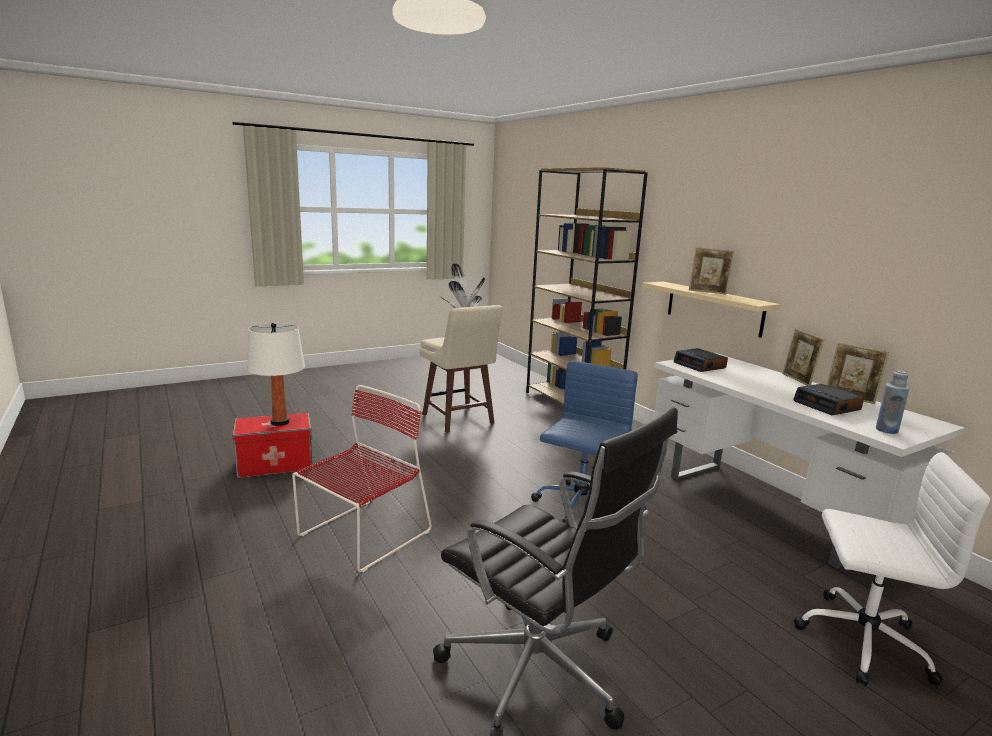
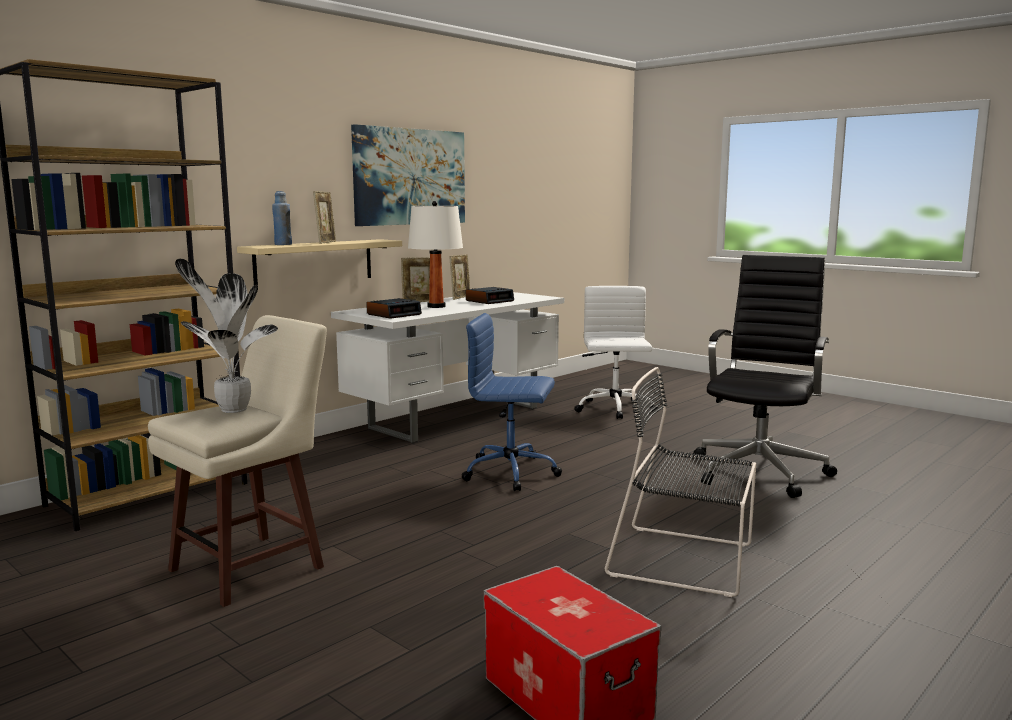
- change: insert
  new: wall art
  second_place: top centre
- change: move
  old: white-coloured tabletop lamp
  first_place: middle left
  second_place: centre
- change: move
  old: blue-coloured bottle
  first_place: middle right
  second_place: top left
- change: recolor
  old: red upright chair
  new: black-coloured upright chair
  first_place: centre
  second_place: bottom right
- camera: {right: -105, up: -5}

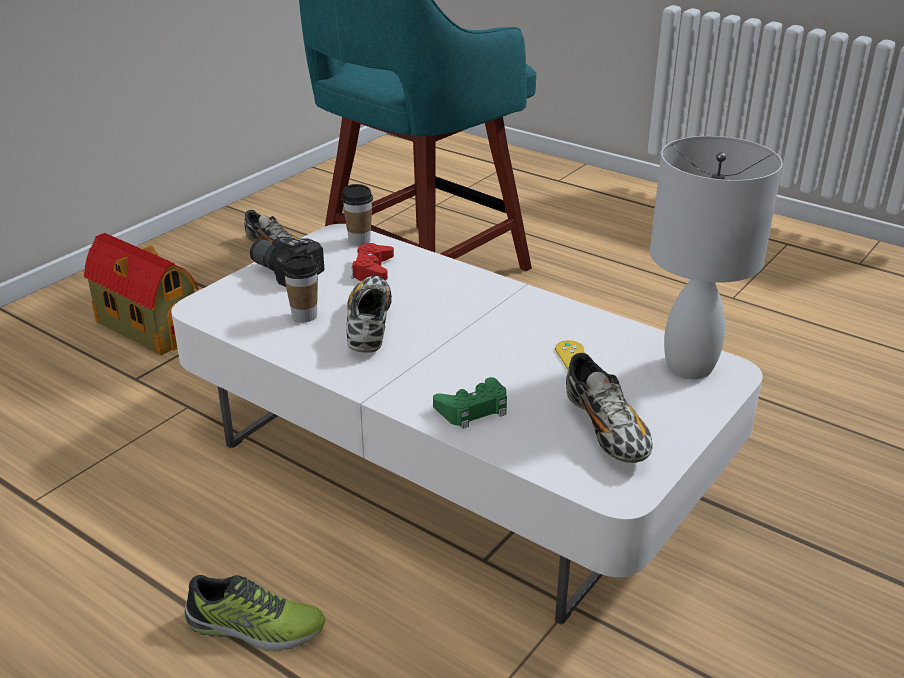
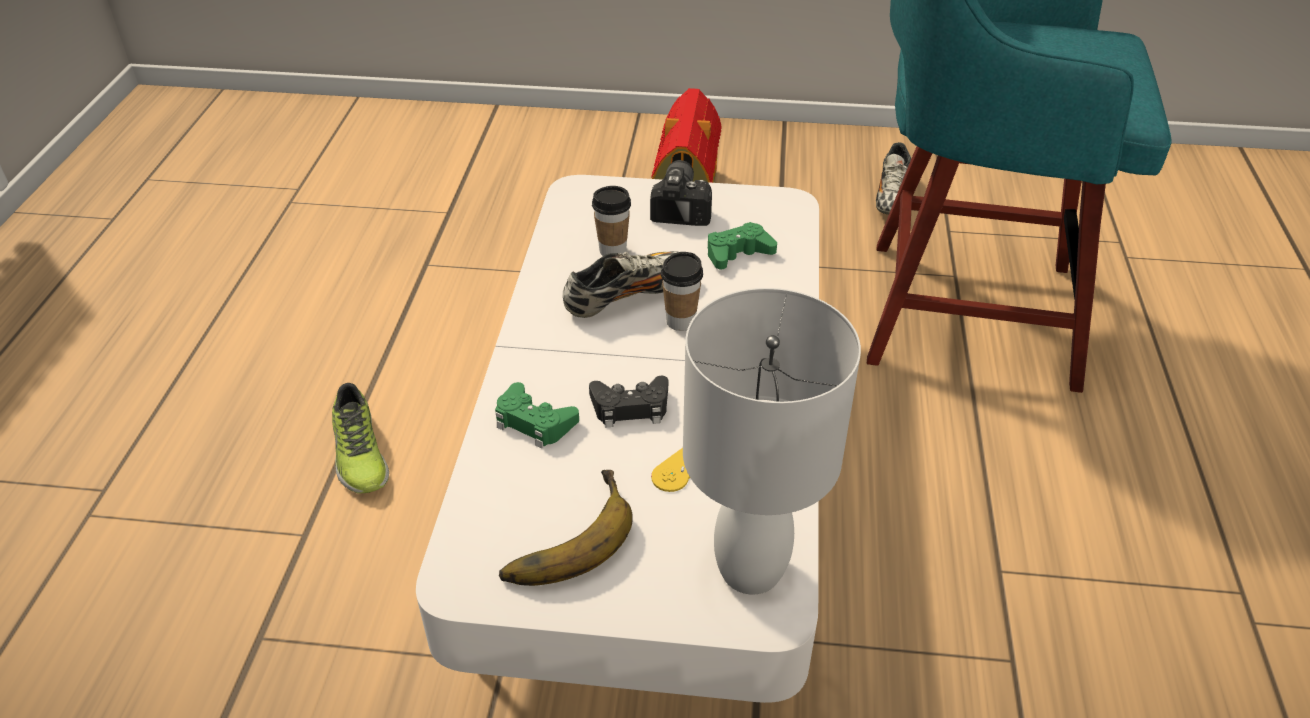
- change: insert
  new: black-coloured gamepad
  second_place: centre
- change: move
  old: cup (2nd from left)
  first_place: top centre
  second_place: centre
- change: replace
  old: item of footwear (4th from left)
  new: whole banana
  first_place: middle right
  second_place: bottom centre
- change: recolor
  old: red gamepad
  new: green-coloured gamepad (2nd from left)
  first_place: centre
  second_place: centre
- camera: {right: 60, up: 10}

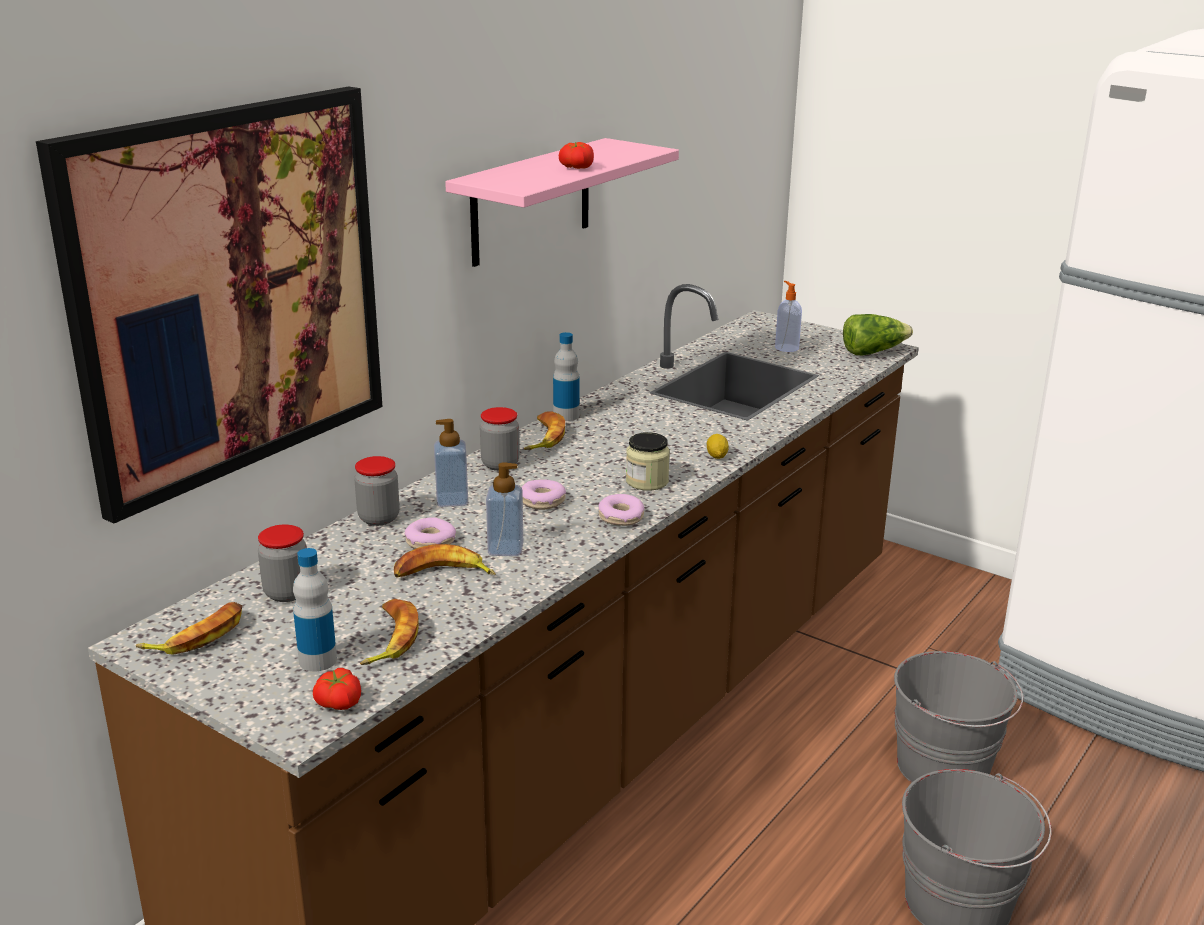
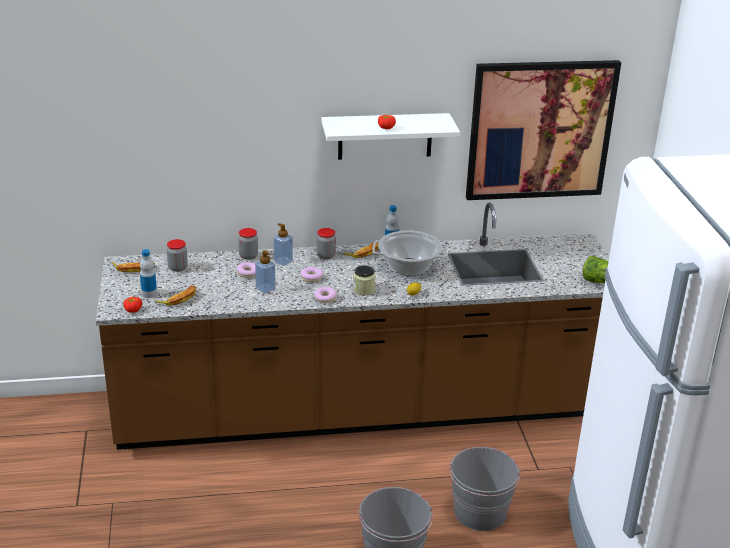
- change: delete
  old: whole banana (3rd from left)
  first_place: centre
- change: delete
  old: soap dispenser (3rd from left)
  first_place: centre
- change: insert
  new: saucepot
  second_place: centre
- change: move
  old: wall art
  first_place: top left
  second_place: top right
- change: recolor
  old: pink bracket shelf
  new: white-coloured bracket shelf
  first_place: top centre
  second_place: top centre
- camera: {right: 45, up: 5}

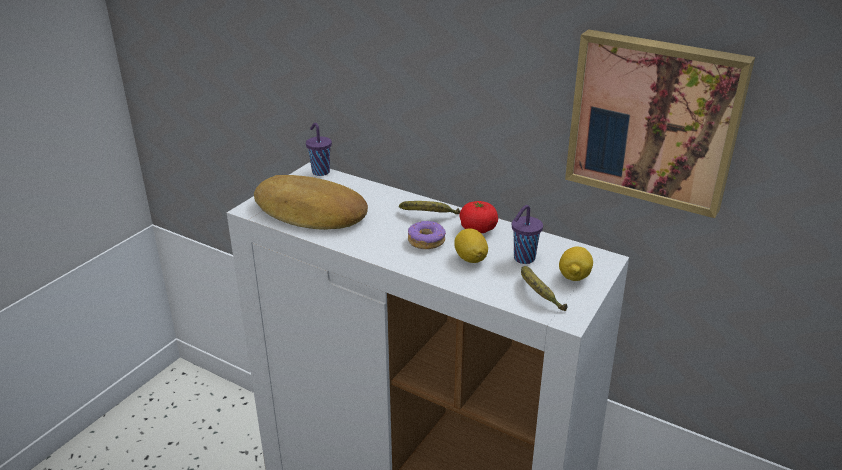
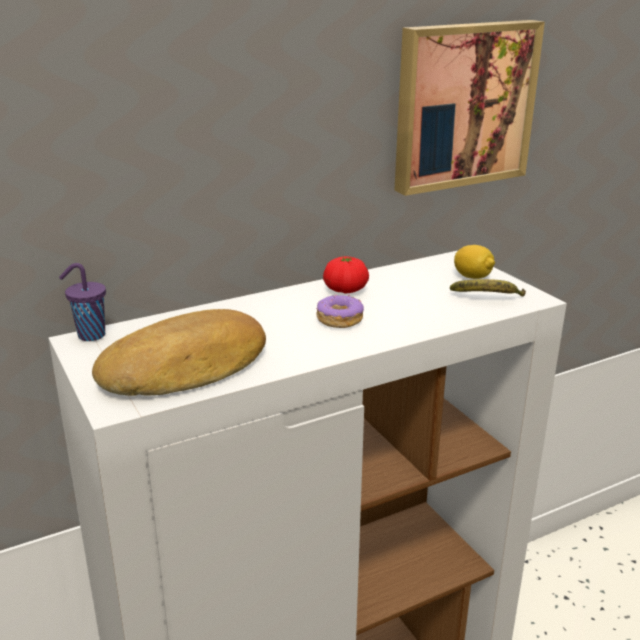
- change: delete
  old: whole banana (1st from left)
  first_place: centre
- change: delete
  old: citrus fruit (1st from left)
  first_place: centre
- change: delete
  old: purplish cup (2nd from left)
  first_place: centre
- camera: {right: -60, up: -5}

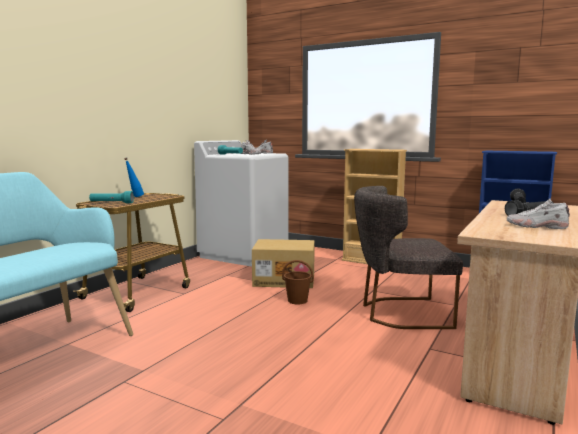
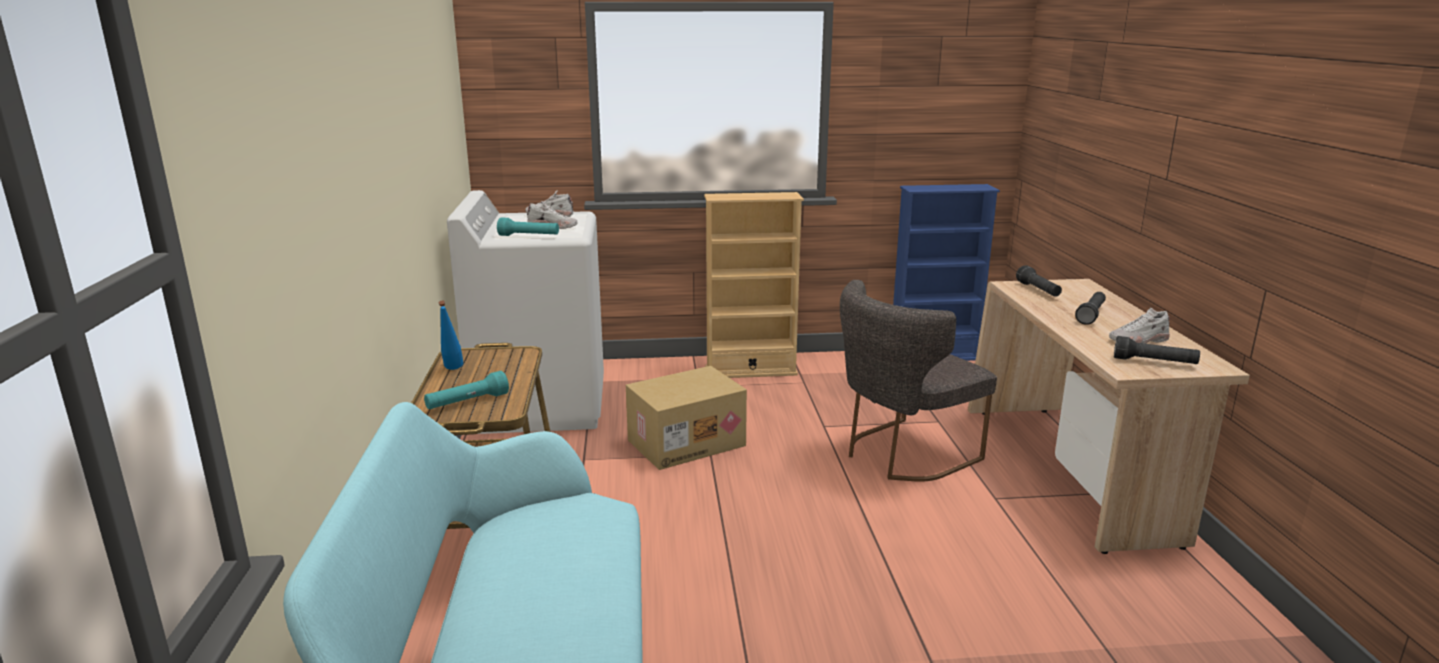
- change: delete
  old: brown-coloured pail
  first_place: centre
- change: insert
  new: black-coloured hand torch (3rd from left)
  second_place: middle right
- camera: {right: -35, up: 10}

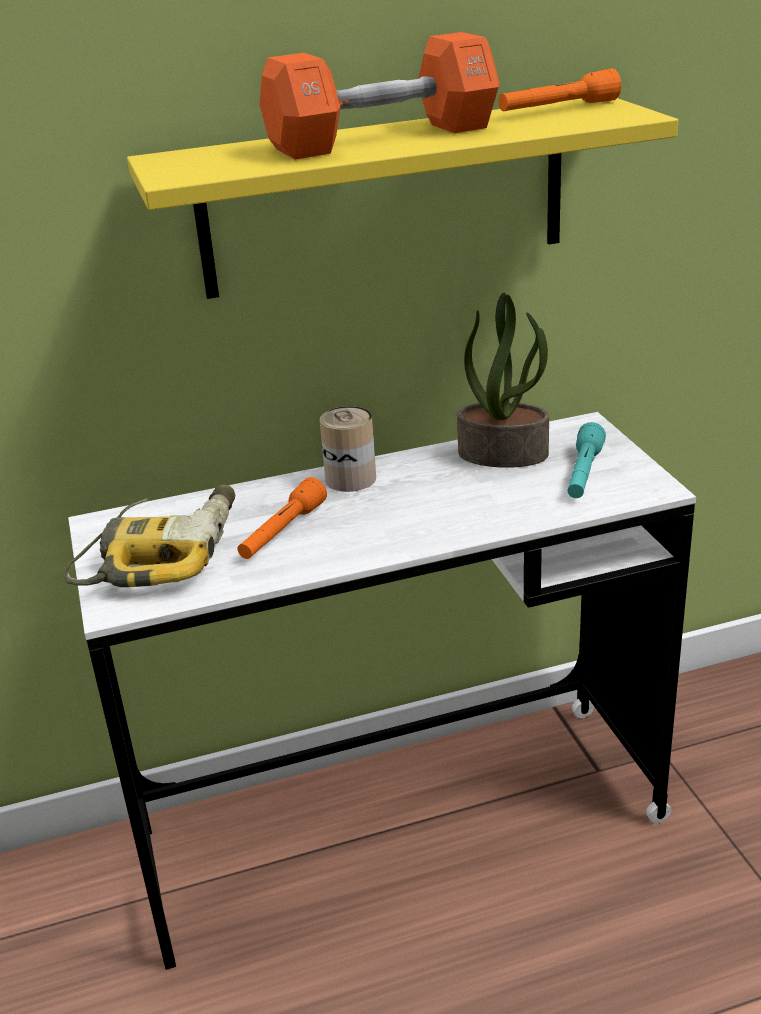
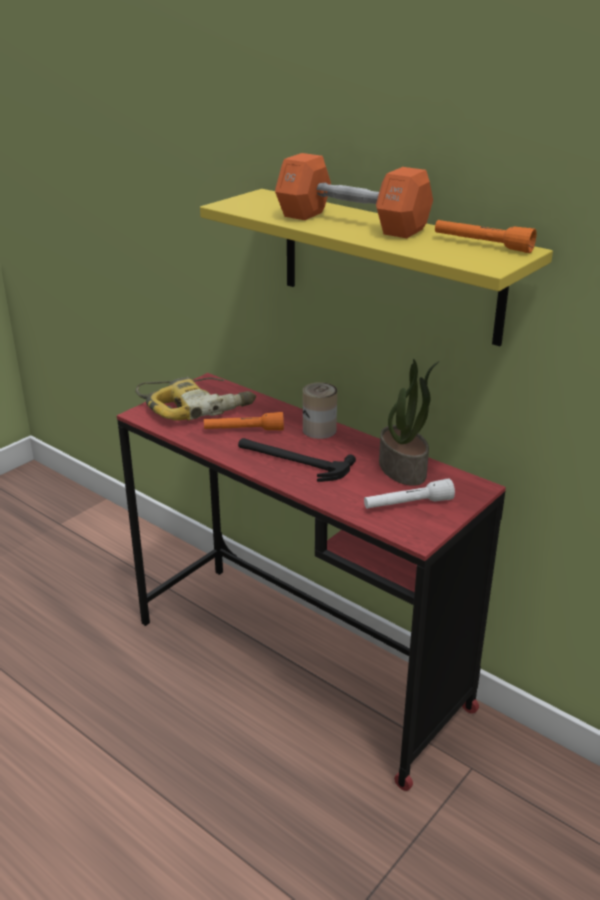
- change: insert
  new: hammer
  second_place: centre
- change: recolor
  old: white-coloured desk unit
  new: red desk unit
  first_place: bottom centre
  second_place: centre
- change: recolor
  old: turquoise-coloured hand torch
  new: white-coloured hand torch
  first_place: middle right
  second_place: middle right
- camera: {right: 55, up: 0}

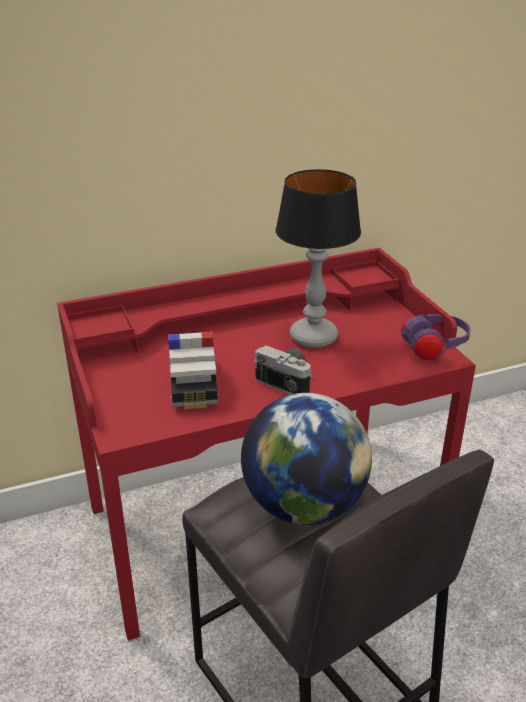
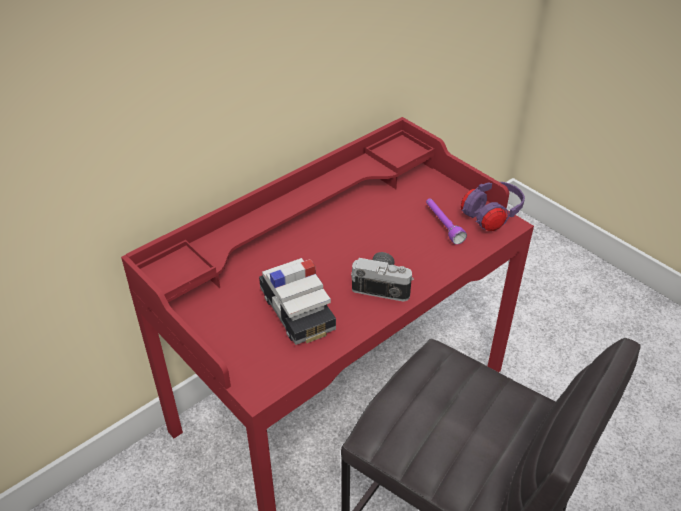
- change: delete
  old: globe
  first_place: centre
- change: delete
  old: tabletop lamp
  first_place: centre
- change: insert
  new: purplish hand torch
  second_place: centre
- camera: {right: -20, up: 10}

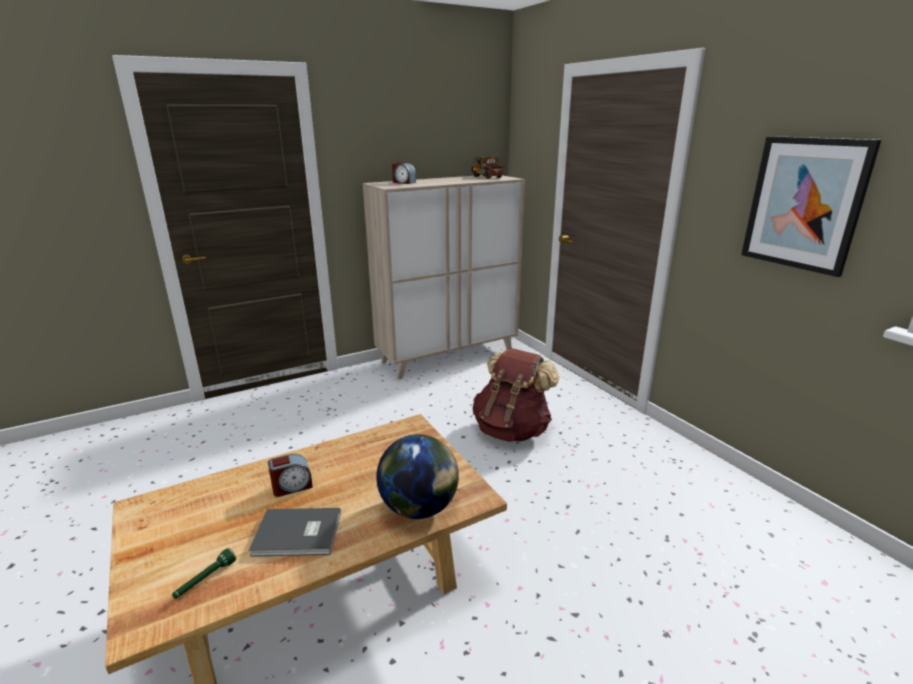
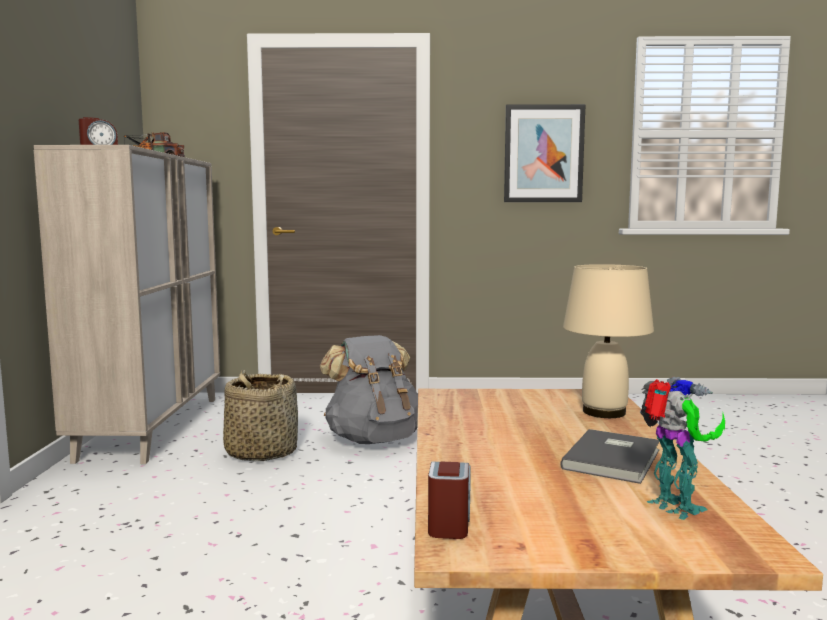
- change: insert
  new: household basket
  second_place: bottom left
- change: move
  old: bedside clock (1st from left in the first image)
  new: bedside clock (2nd from left)
  first_place: bottom left
  second_place: bottom centre
- change: replace
  old: green-coloured hand torch
  new: model robot
  first_place: bottom left
  second_place: bottom right
- change: replace
  old: globe
  new: beige-coloured tabletop lamp
  first_place: bottom centre
  second_place: middle right
- change: recolor
  old: brown-coloured backpack
  new: greyish backpack
  first_place: centre
  second_place: centre
- camera: {right: -60, up: -15}

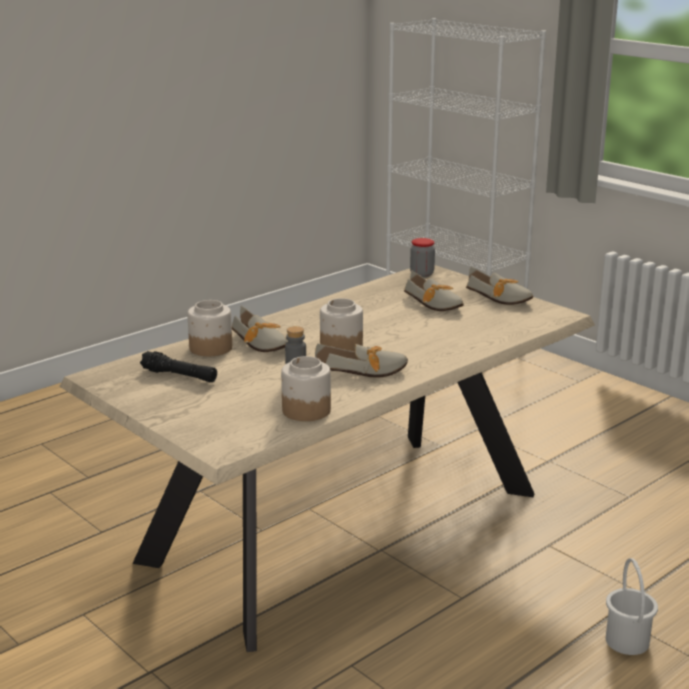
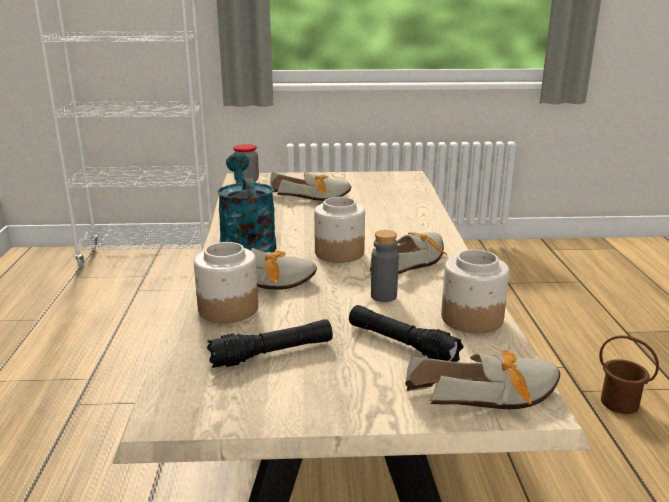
- change: insert
  new: turquoise-coloured watering pot
  second_place: centre
- change: insert
  new: black-coloured hand torch (2nd from left)
  second_place: centre
- change: move
  old: item of footwear (4th from left)
  first_place: middle right
  second_place: bottom right
- change: recolor
  old: white-coloured pail
  new: brown-coloured pail
  first_place: bottom right
  second_place: bottom right
- camera: {right: -50, up: 0}

